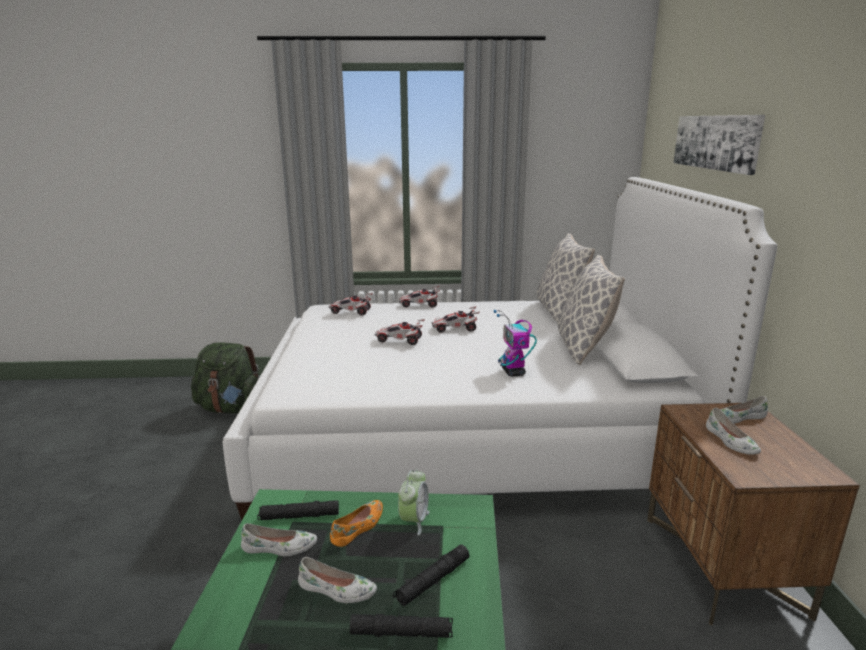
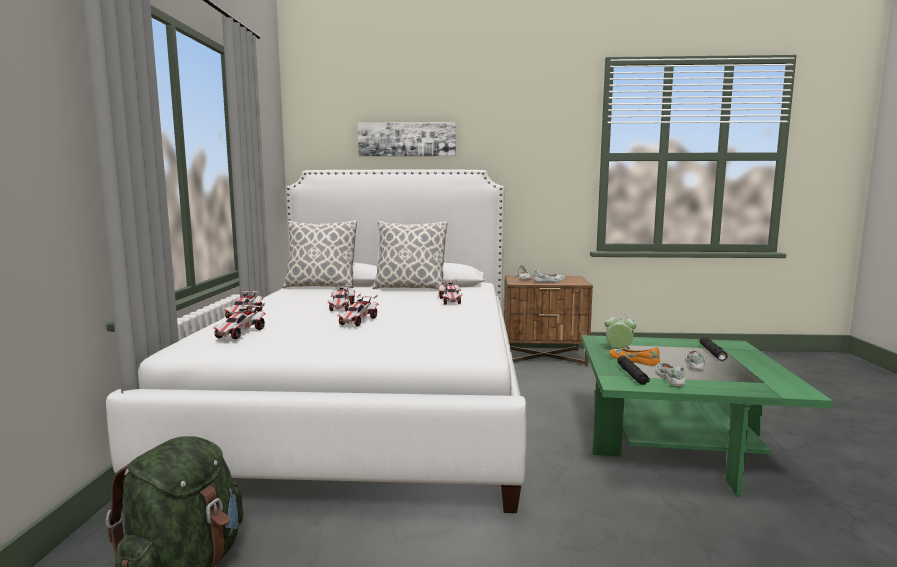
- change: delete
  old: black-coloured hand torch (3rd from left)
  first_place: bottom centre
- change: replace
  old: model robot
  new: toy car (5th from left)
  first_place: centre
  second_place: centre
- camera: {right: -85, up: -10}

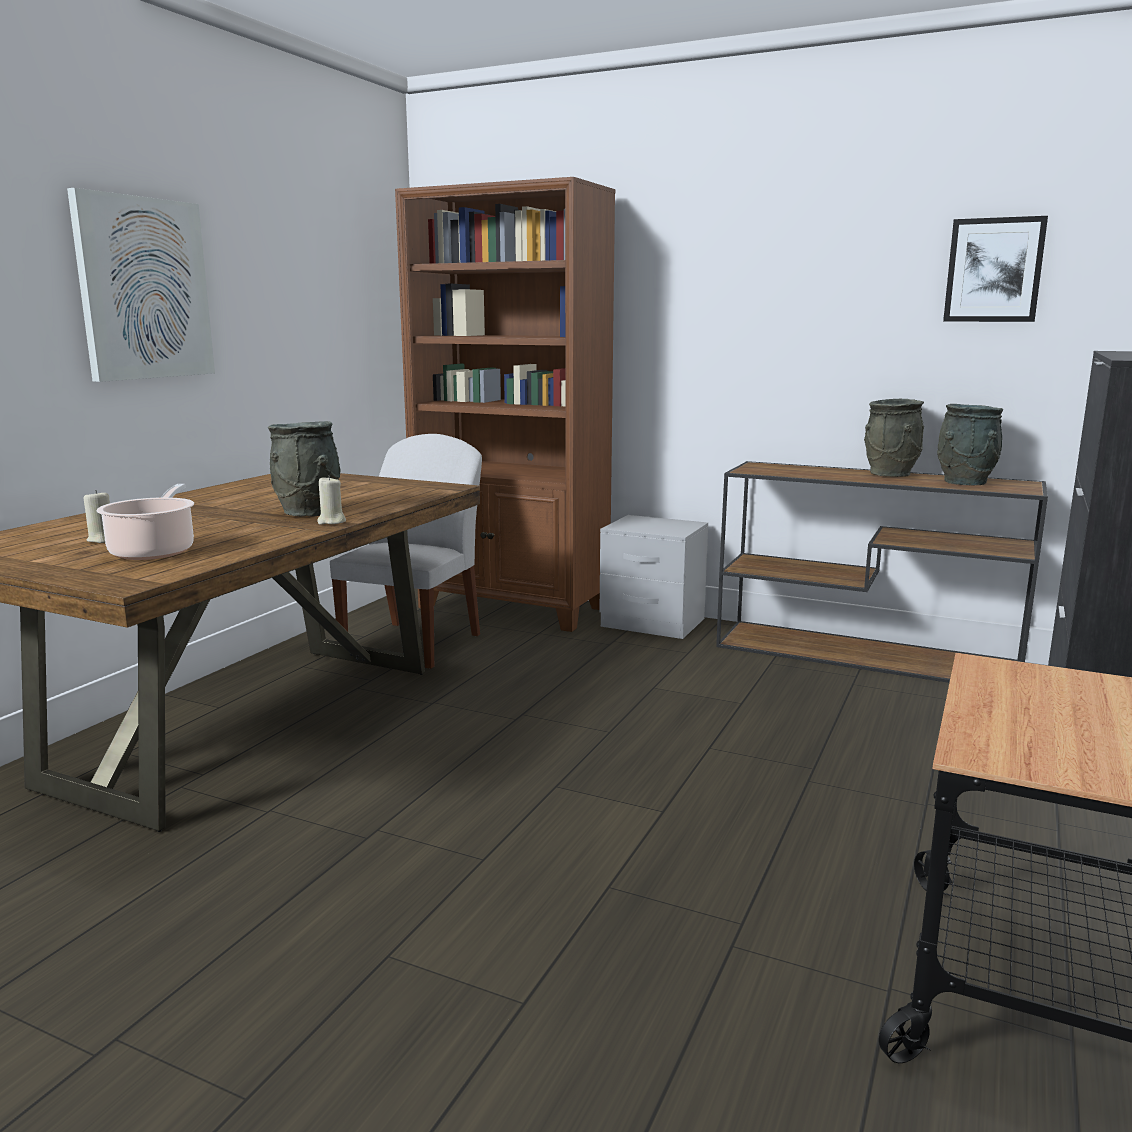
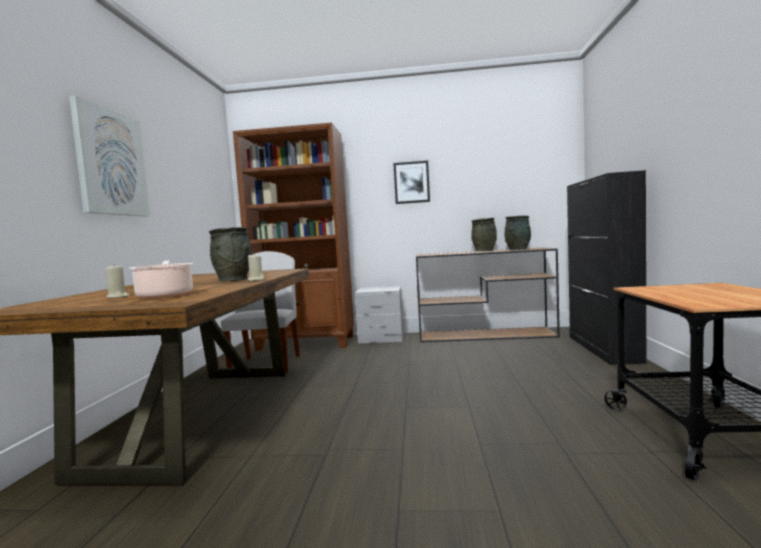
- change: move
  old: wall art (2nd from left)
  first_place: top right
  second_place: top centre
- camera: {right: -20, up: -10}

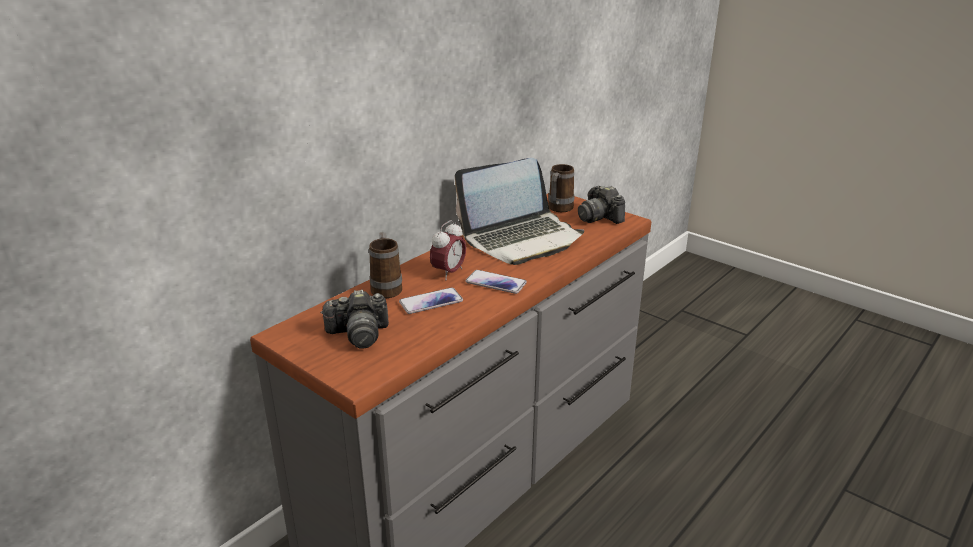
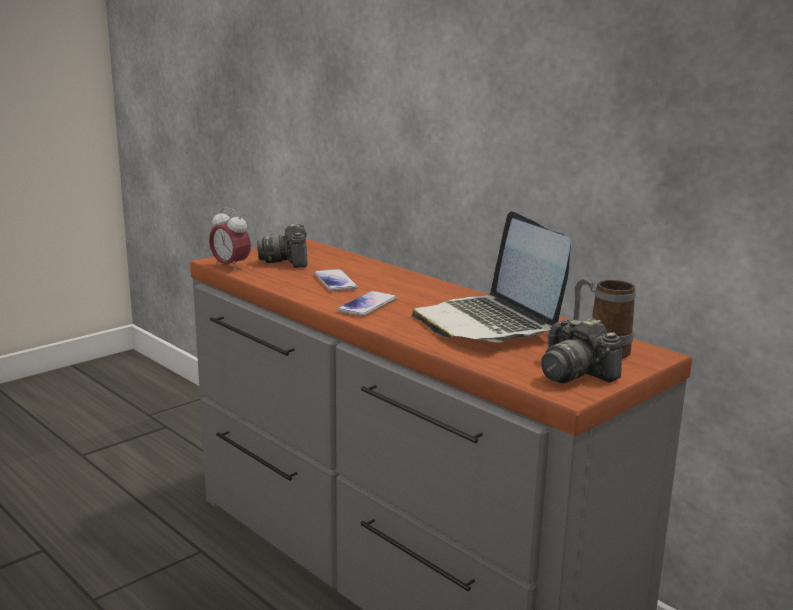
- change: delete
  old: tea mug (1st from left)
  first_place: centre
- change: move
  old: bedside clock
  first_place: centre
  second_place: middle left
- change: rotate
  old: photo camera (2nd from left)
  first_place: centre
  second_place: middle right
  degrees: -105
- camera: {right: 95, up: -10}

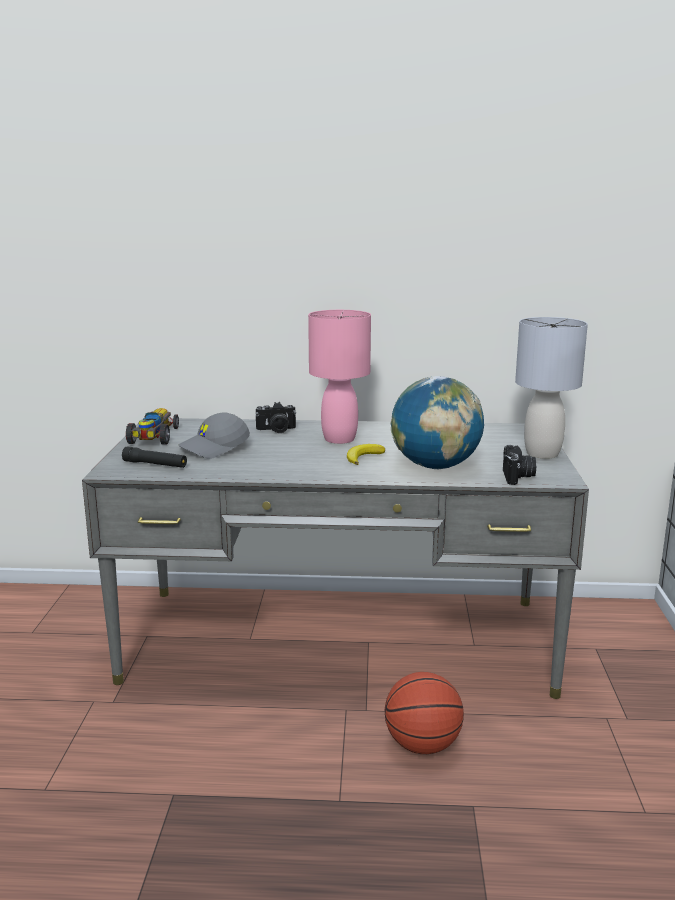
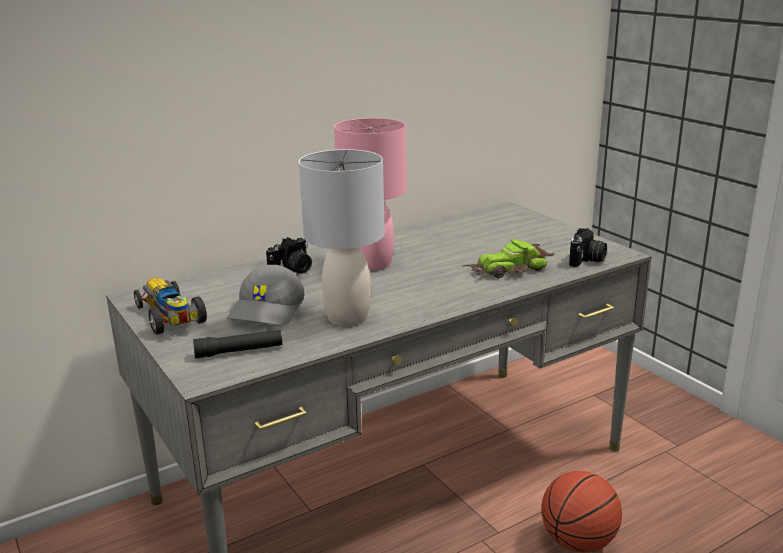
- change: delete
  old: whole banana
  first_place: centre
- change: move
  old: greyish tabletop lamp
  first_place: middle right
  second_place: centre
- change: replace
  old: globe
  new: toy car (2nd from left)
  first_place: centre
  second_place: centre
- change: rotate
  old: photo camera (2nd from left)
  first_place: middle right
  second_place: middle right
  degrees: 60
- camera: {right: -35, up: 5}

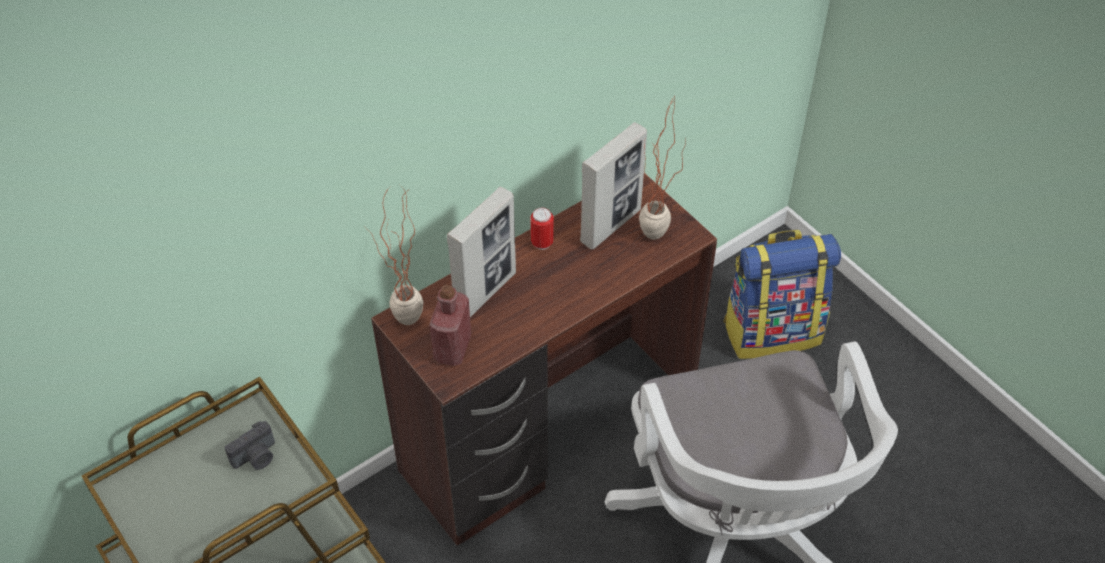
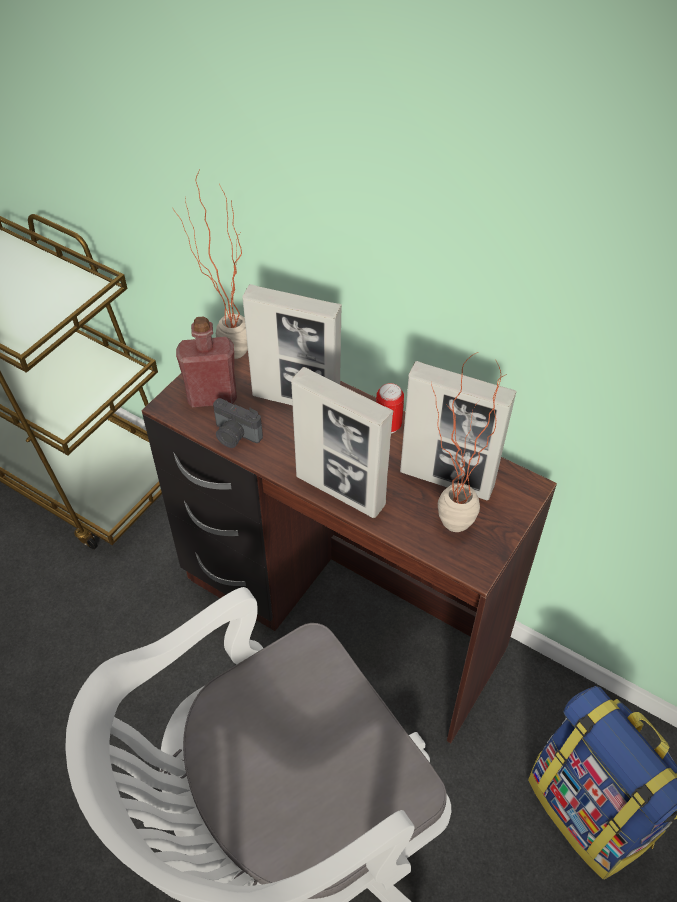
- change: insert
  new: photo frame (2nd from left)
  second_place: centre
- change: move
  old: photo camera
  first_place: bottom left
  second_place: centre
- camera: {right: 70, up: 0}

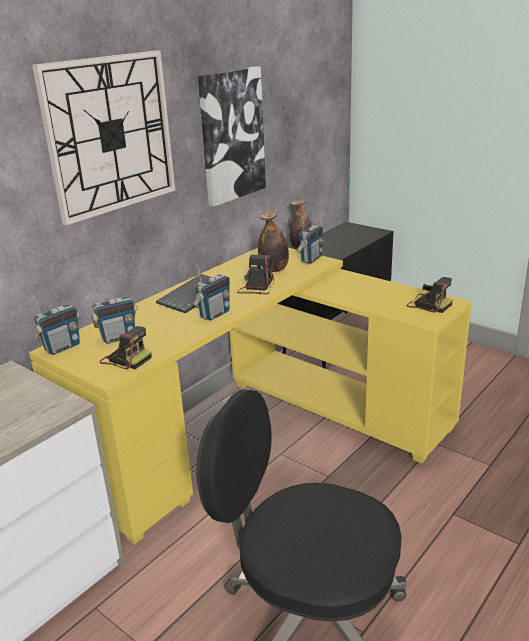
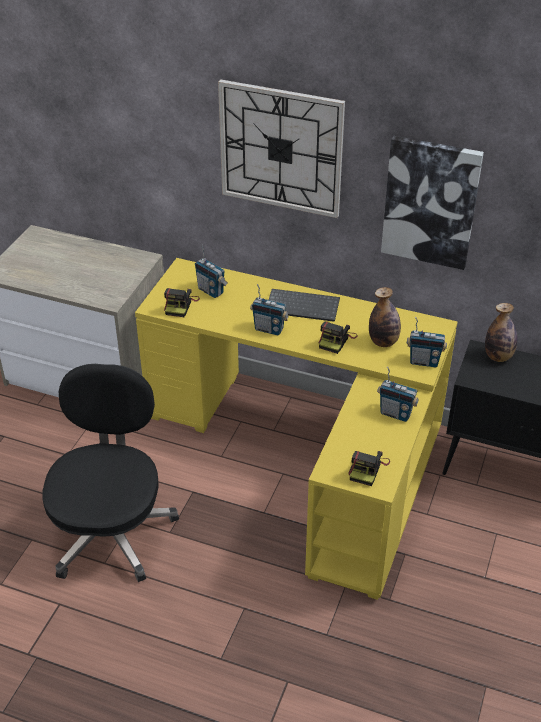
- change: move
  old: radio (1st from left in the first image)
  new: radio (3rd from left)
  first_place: middle left
  second_place: middle right
- change: rotate
  old: photo camera (2nd from left)
  first_place: centre
  second_place: centre
  degrees: 120
- camera: {right: 70, up: 15}

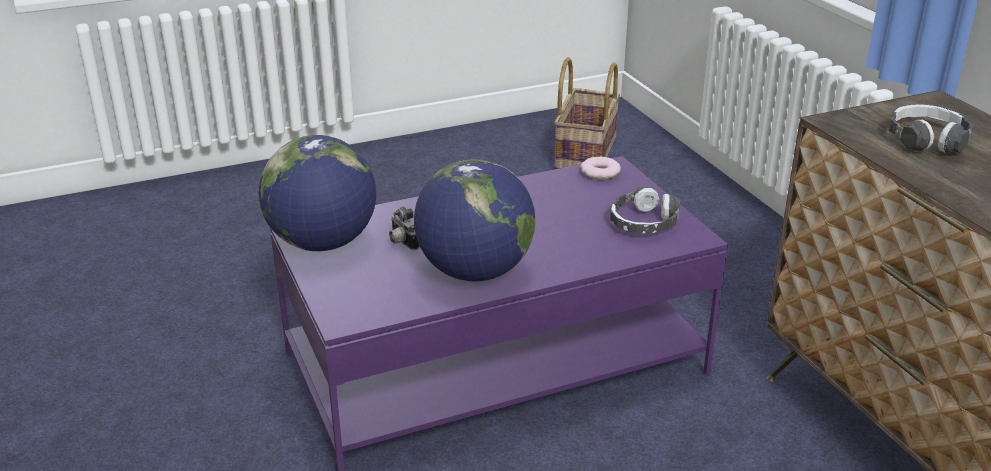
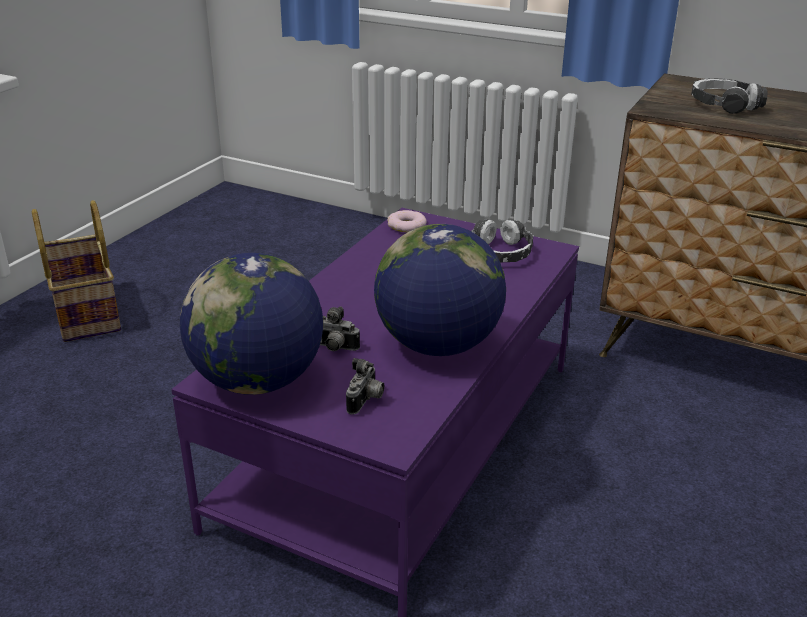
- change: insert
  new: photo camera (2nd from left)
  second_place: centre
- change: move
  old: household basket
  first_place: top centre
  second_place: middle left
- camera: {right: -40, up: 0}

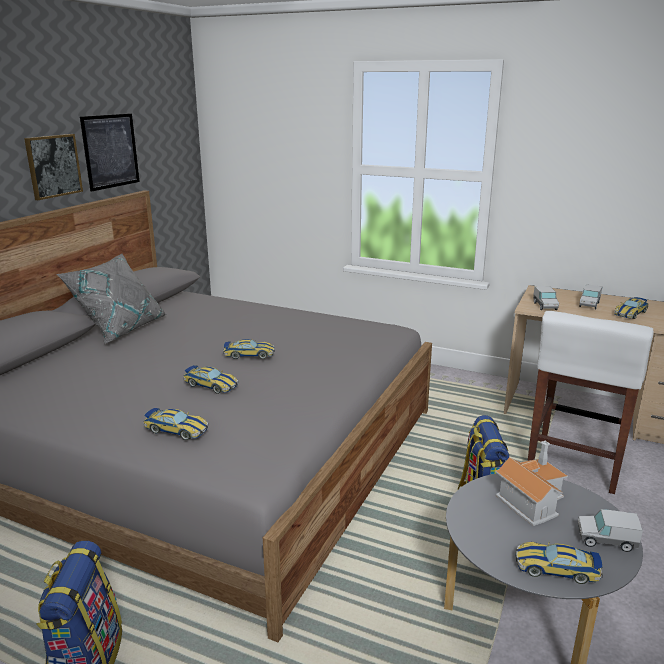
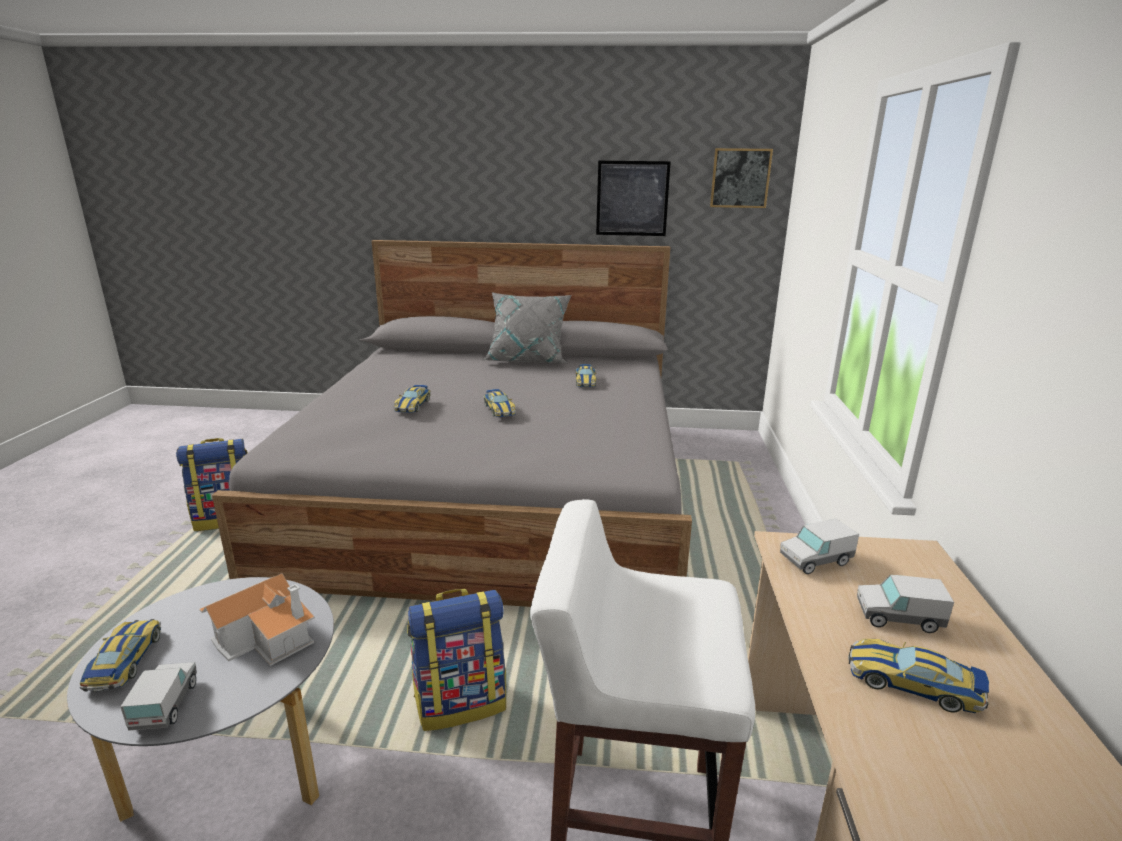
- change: move
  old: wall art (1st from left in the first image)
  new: wall art (2nd from left)
  first_place: top left
  second_place: top centre
- change: move
  old: toy car (1st from left in the first image)
  new: toy car (4th from left)
  first_place: middle left
  second_place: centre
- camera: {right: 70, up: 0}

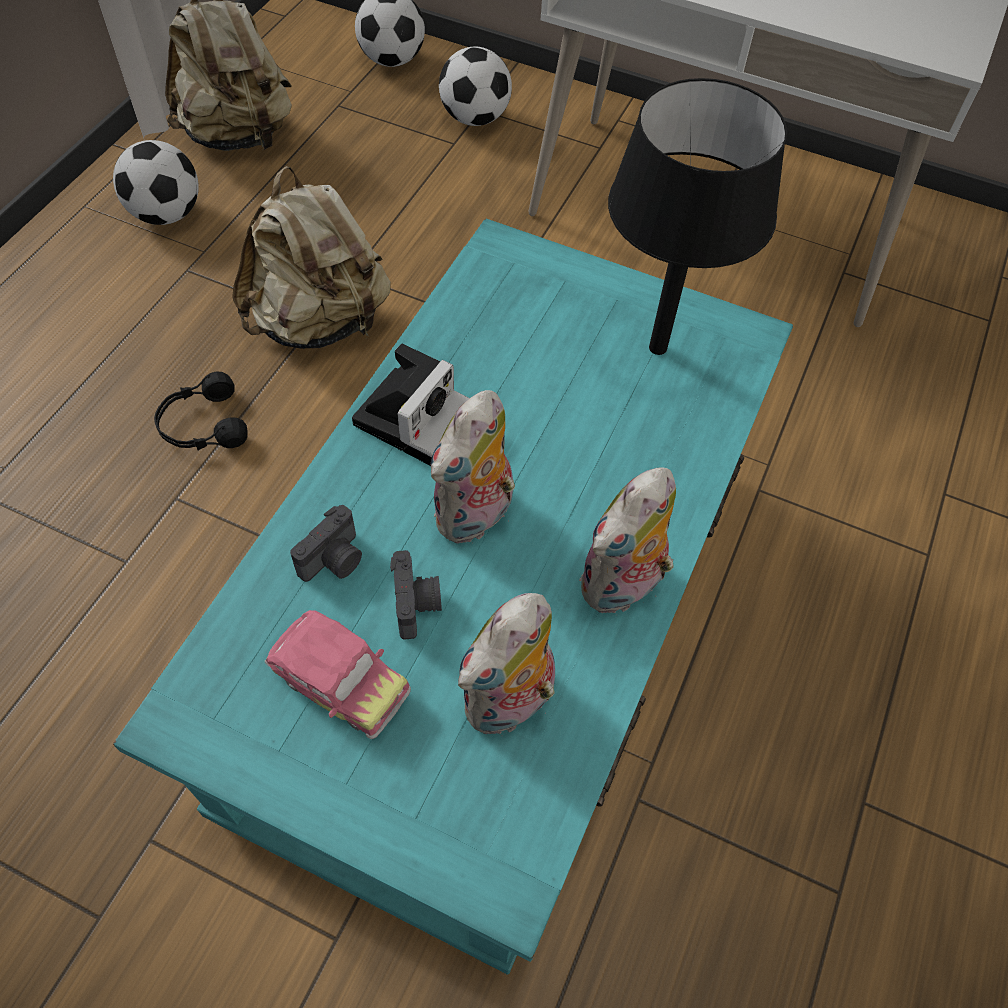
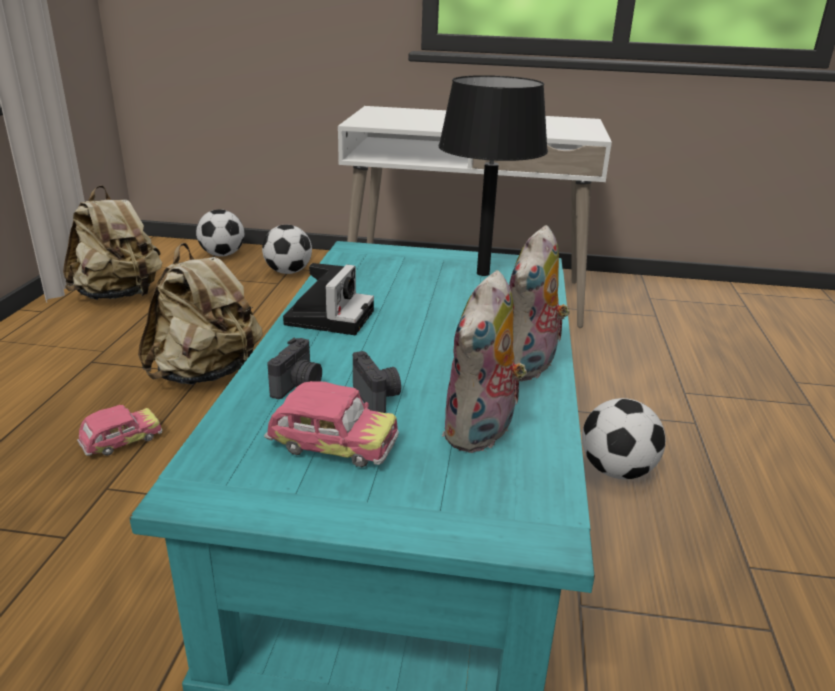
- change: delete
  old: cuddly toy (1st from left)
  first_place: centre
- change: move
  old: football (1st from left in the first image)
  new: football (3rd from left)
  first_place: top left
  second_place: middle right
- change: replace
  old: black-coloured headset
  new: toy car (1st from left)
  first_place: middle left
  second_place: middle left
- camera: {right: -15, up: -30}

